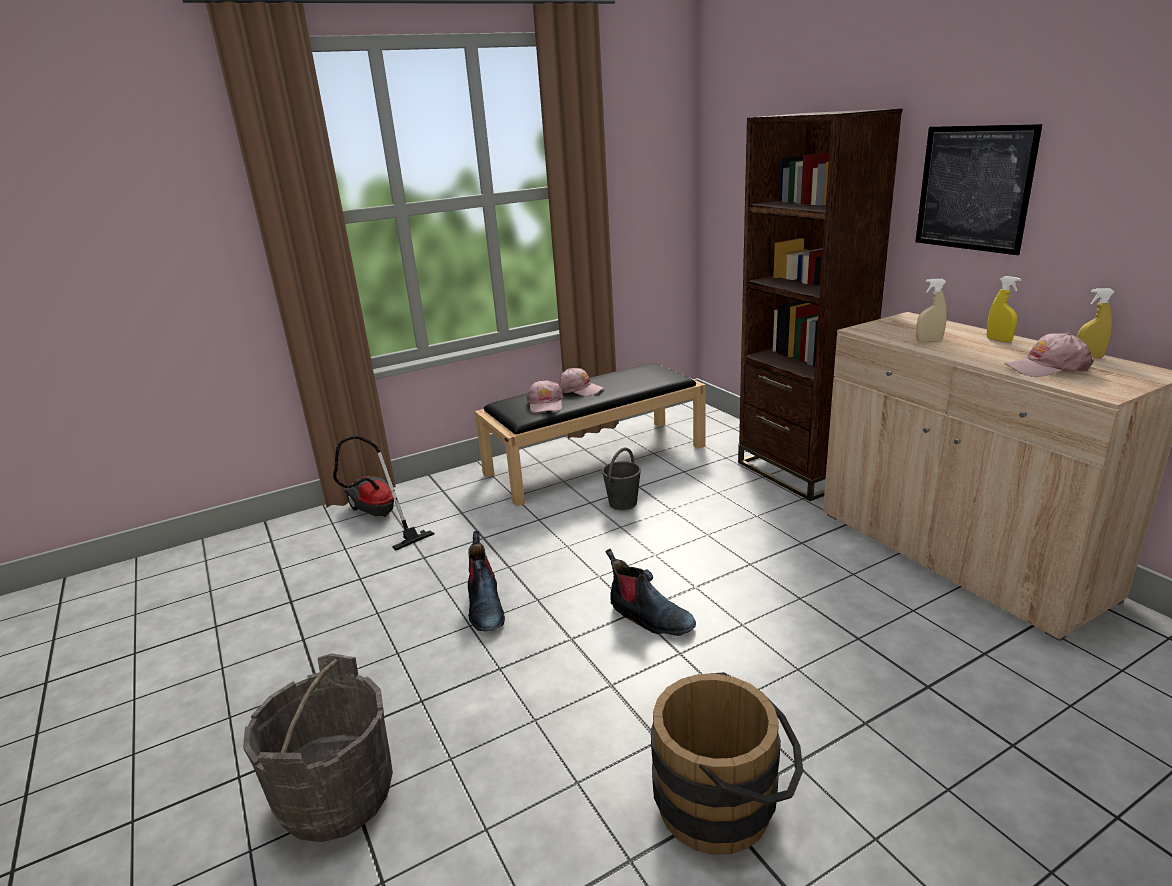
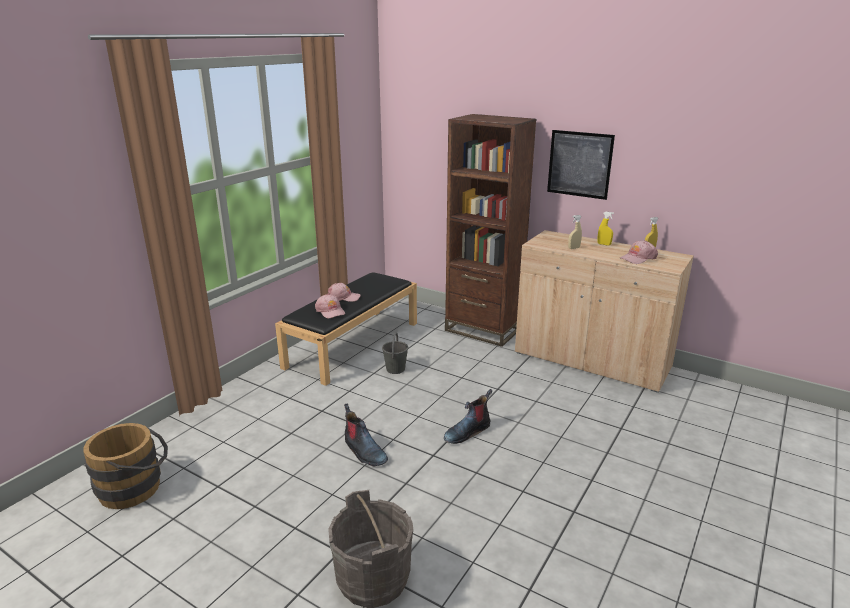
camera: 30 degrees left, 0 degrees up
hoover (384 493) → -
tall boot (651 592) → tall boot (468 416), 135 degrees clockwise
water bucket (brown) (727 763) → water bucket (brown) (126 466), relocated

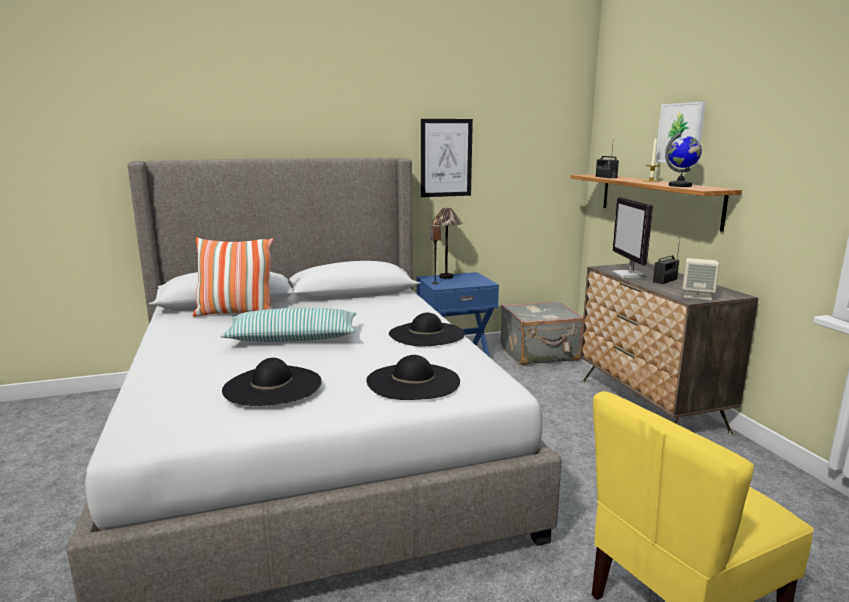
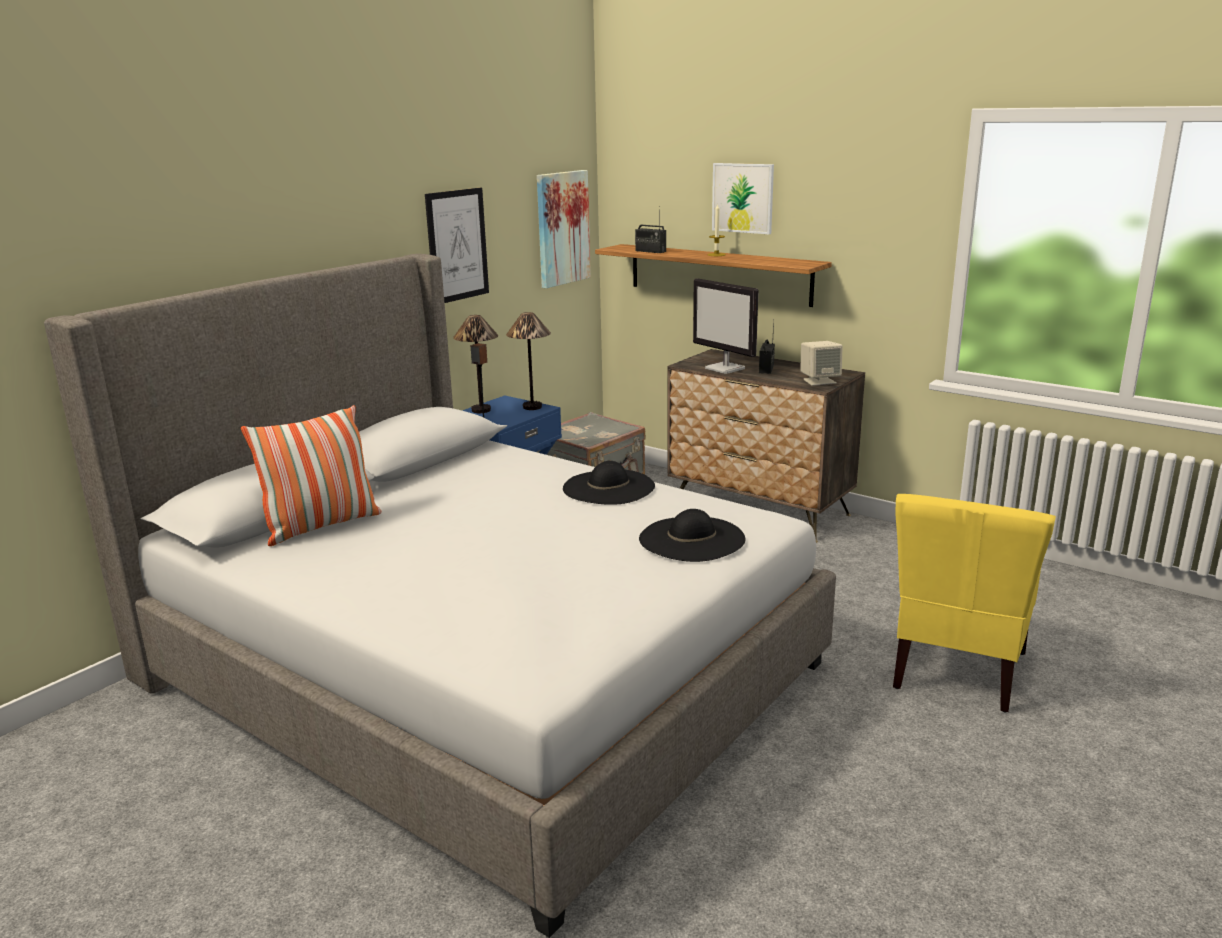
camera: 35 degrees left, 5 degrees up
globe (683 159) → -
cushion (288 325) → -
hat (blackish) (271 382) → -
- → wall picture (564 229)
- → tabletop lamp (528 361)

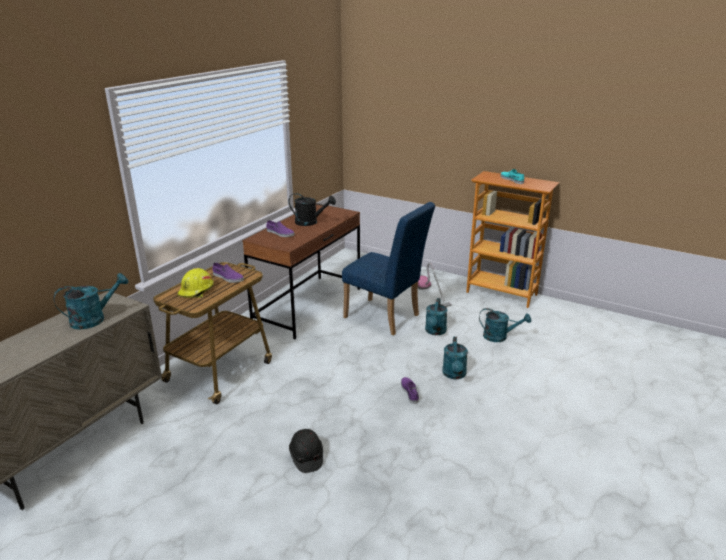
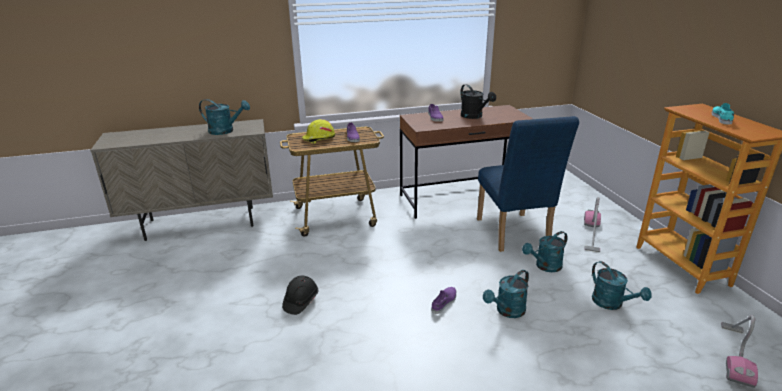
camera: 45 degrees right, 0 degrees up
- → hoover (739 351)

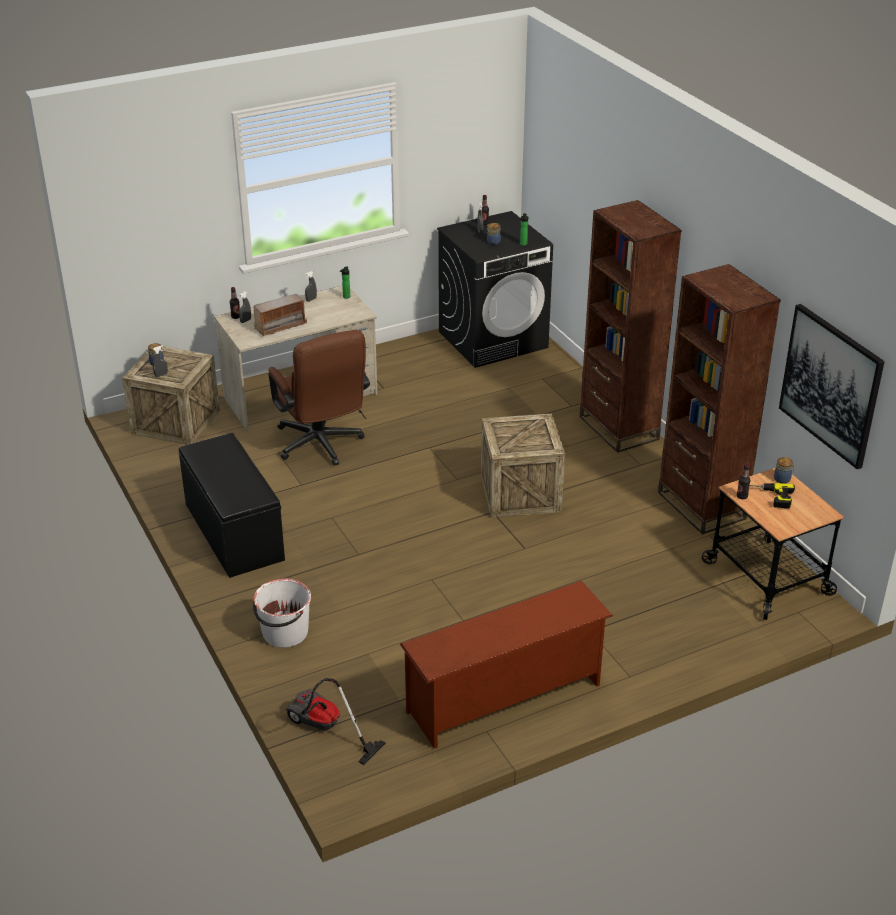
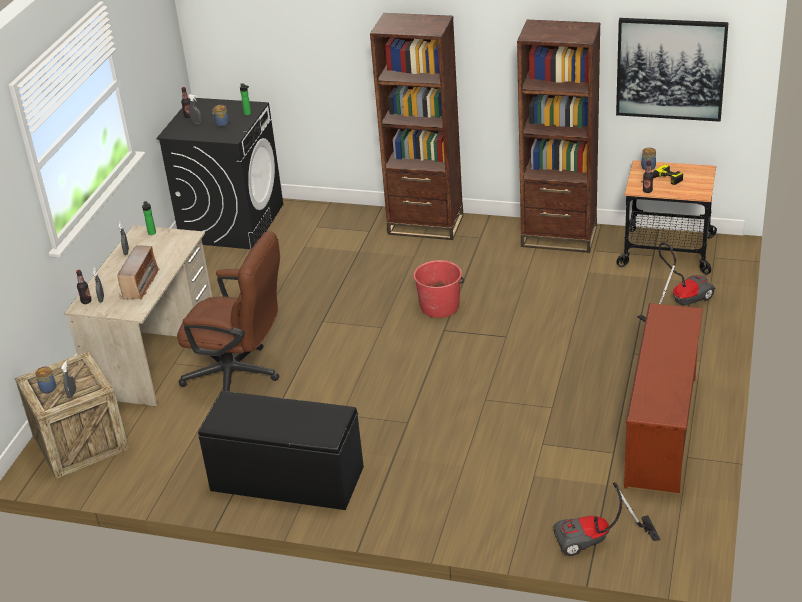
camera: 45 degrees left, 0 degrees up
packing crate (523 465) → water bucket (red-coloured) (438 289)
water bucket (white-coloured) (282 613) → -
- → hoover (676 282)

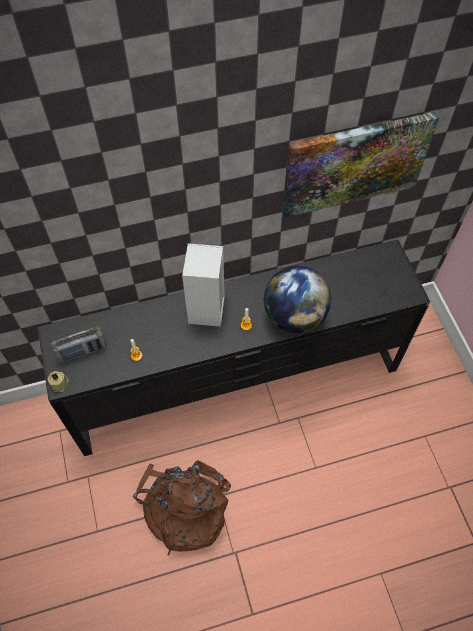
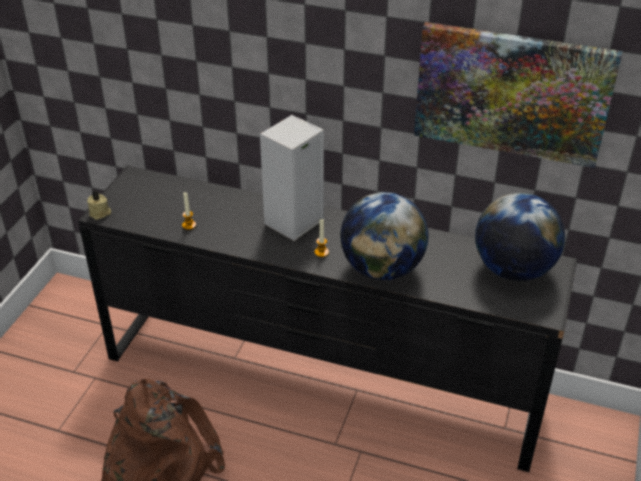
camera: 35 degrees right, 20 degrees down
radio receiver (79 344) → -
- → globe (520 237)

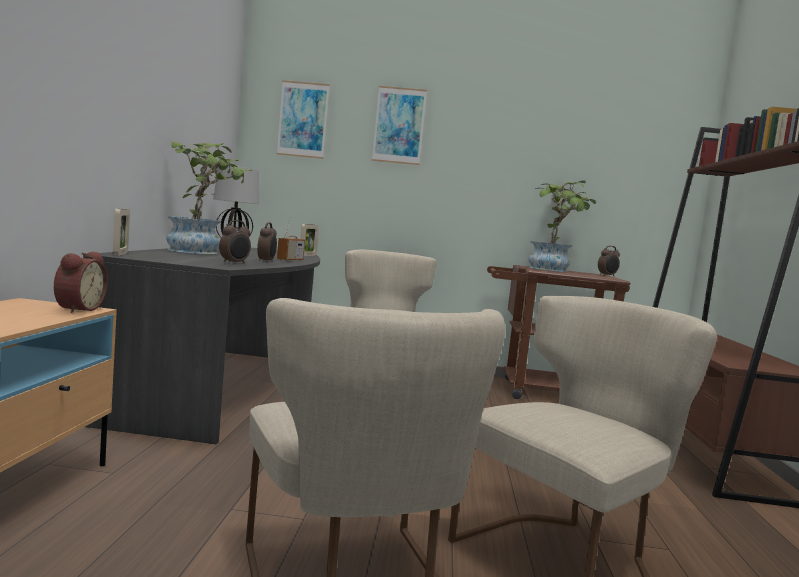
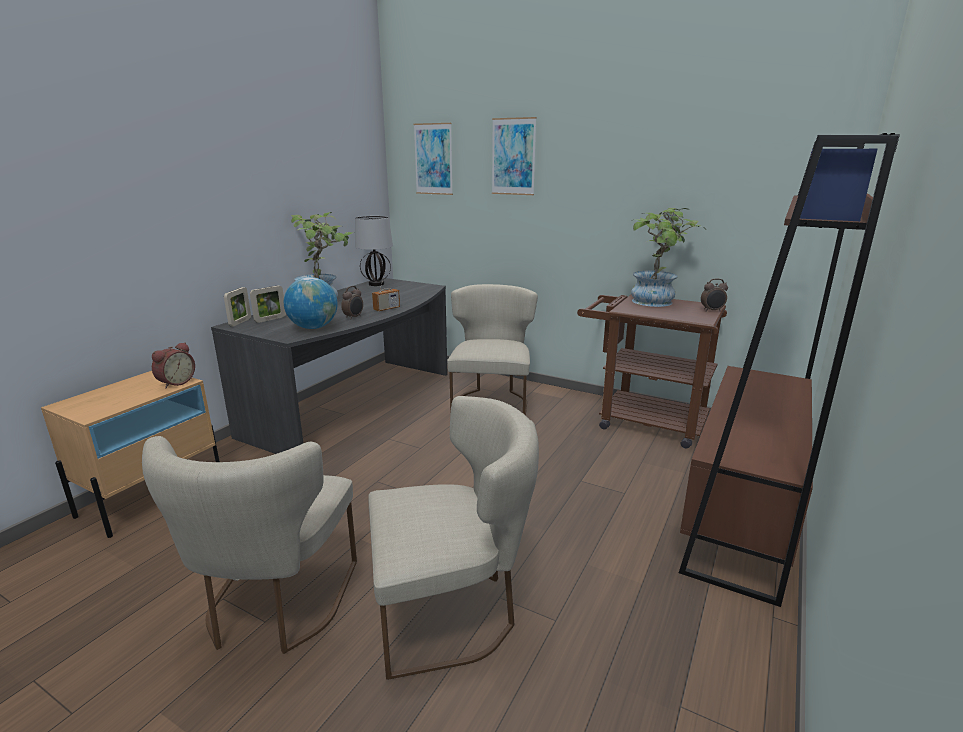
camera: 25 degrees right, 15 degrees up
bedside clock (235 242) → globe (311 303)
picture frame (309 240) → picture frame (268 304), relocated

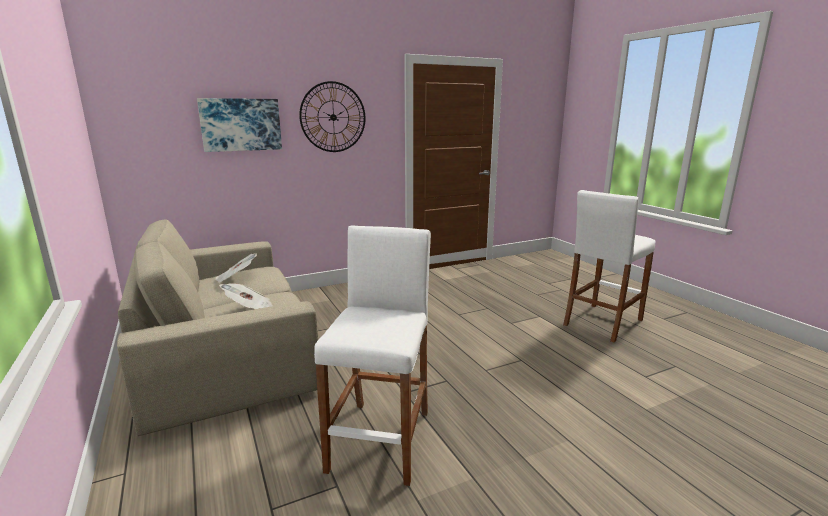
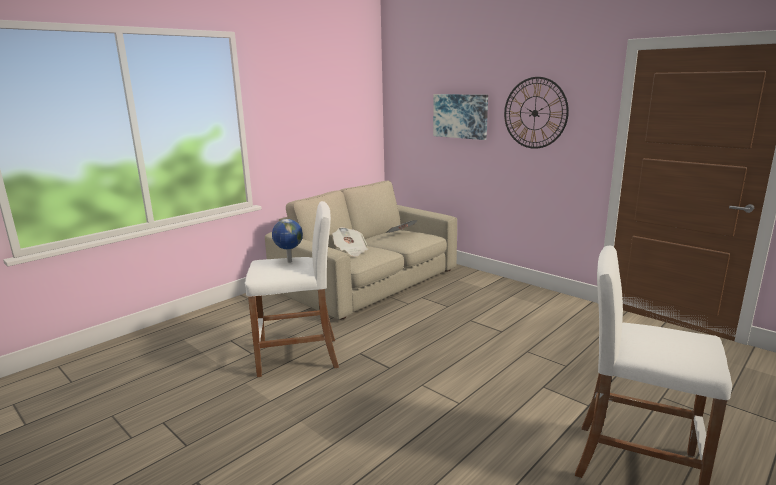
camera: 70 degrees right, 0 degrees up
- → globe (287 241)

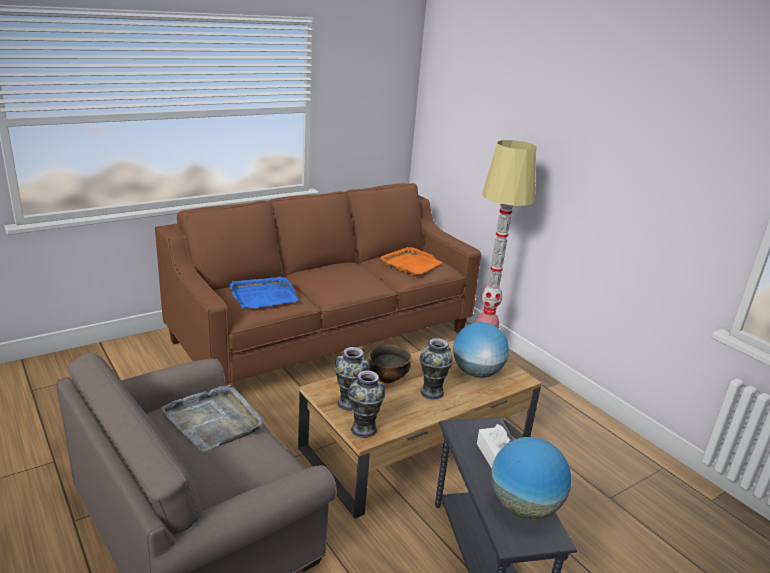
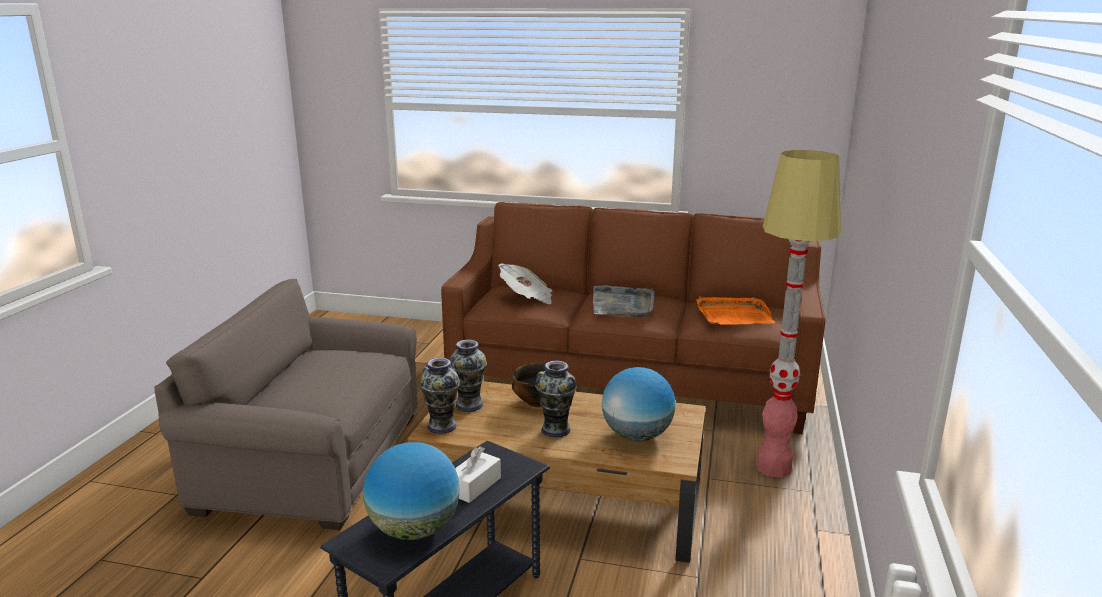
camera: 50 degrees right, 5 degrees down
serving tray (blue) (264 293) → daily paper (525 284)
serving tray (grey) (212 418) → serving tray (grey) (624 301), relocated

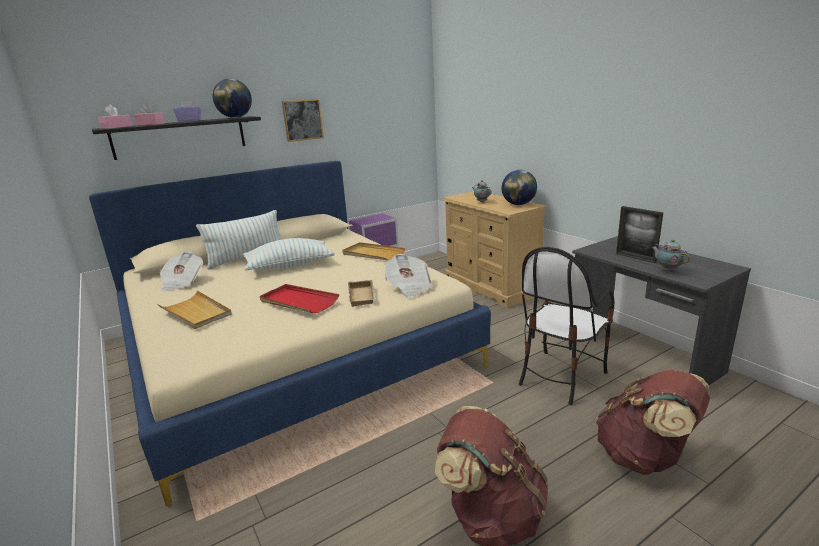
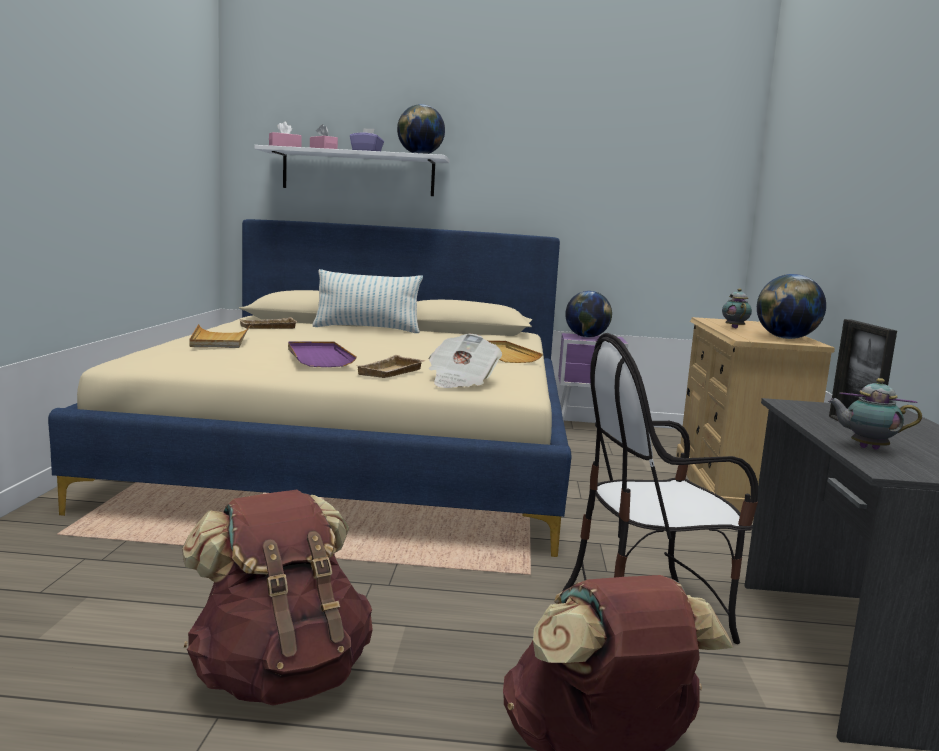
camera: 35 degrees right, 10 degrees down
wall picture (303 120) → -
shelf (blackish) (176 138) → shelf (white-coloured) (351 170)
cushion (289 254) → -
tea pot (670 255) → tea pot (875 414), 75 degrees counterclockwise
daily paper (181 272) → serving tray (beige) (268 323)
serving tray (red-coloured) (299 298) → serving tray (purple) (322 354)
- → globe (588 314)

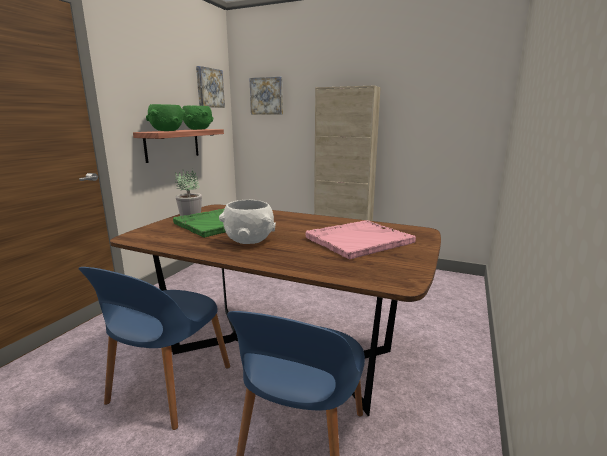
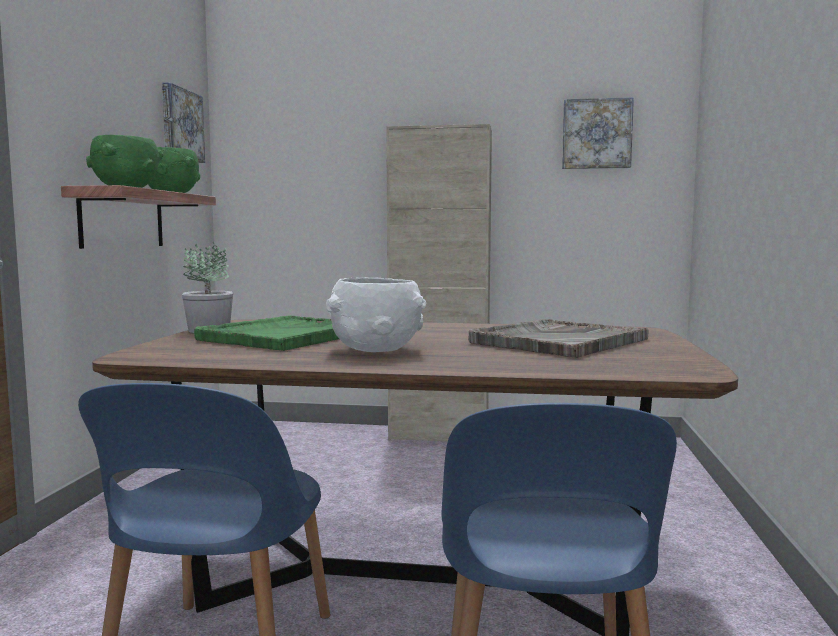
camera: 15 degrees left, 10 degrees down
wall picture (266 96) → wall picture (598 133), relocated
serving tray (pink) (361 240) → serving tray (grey) (558 338)

